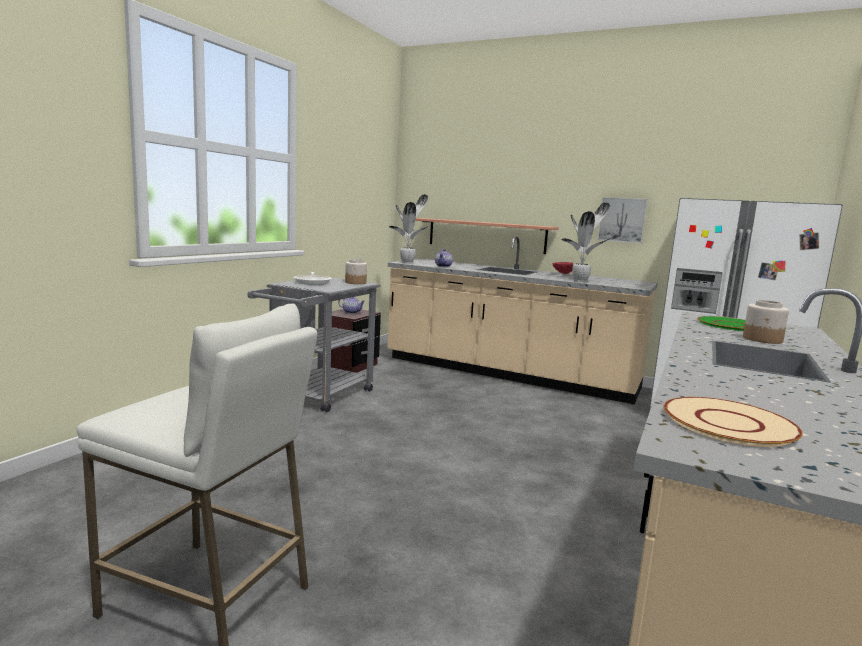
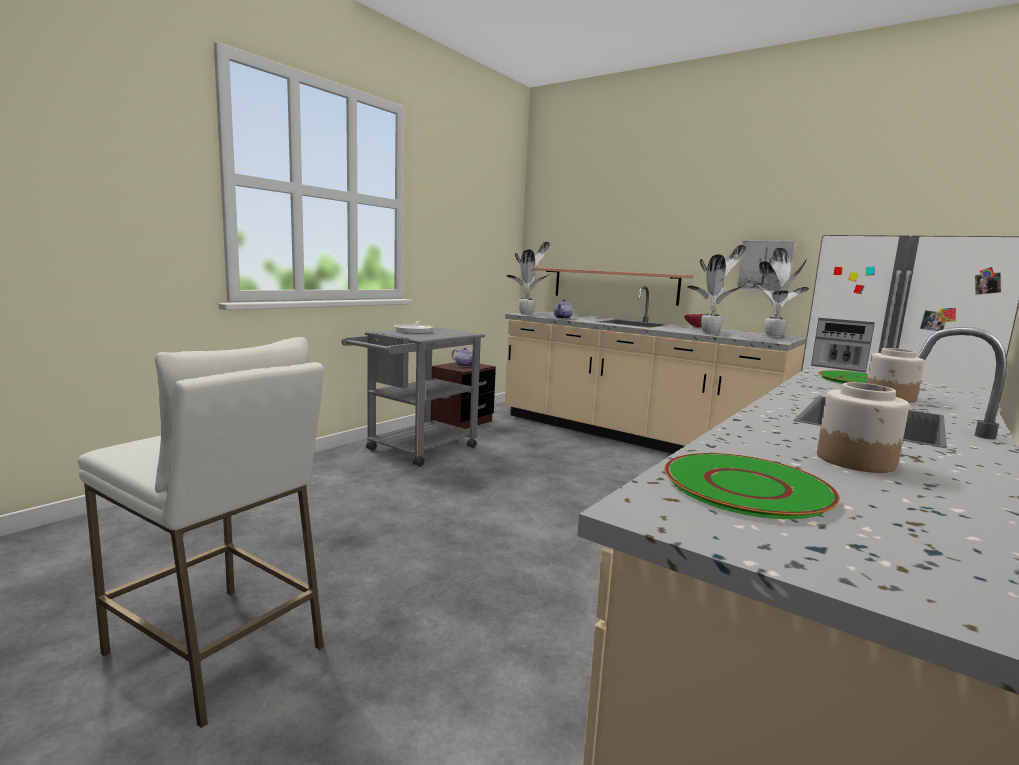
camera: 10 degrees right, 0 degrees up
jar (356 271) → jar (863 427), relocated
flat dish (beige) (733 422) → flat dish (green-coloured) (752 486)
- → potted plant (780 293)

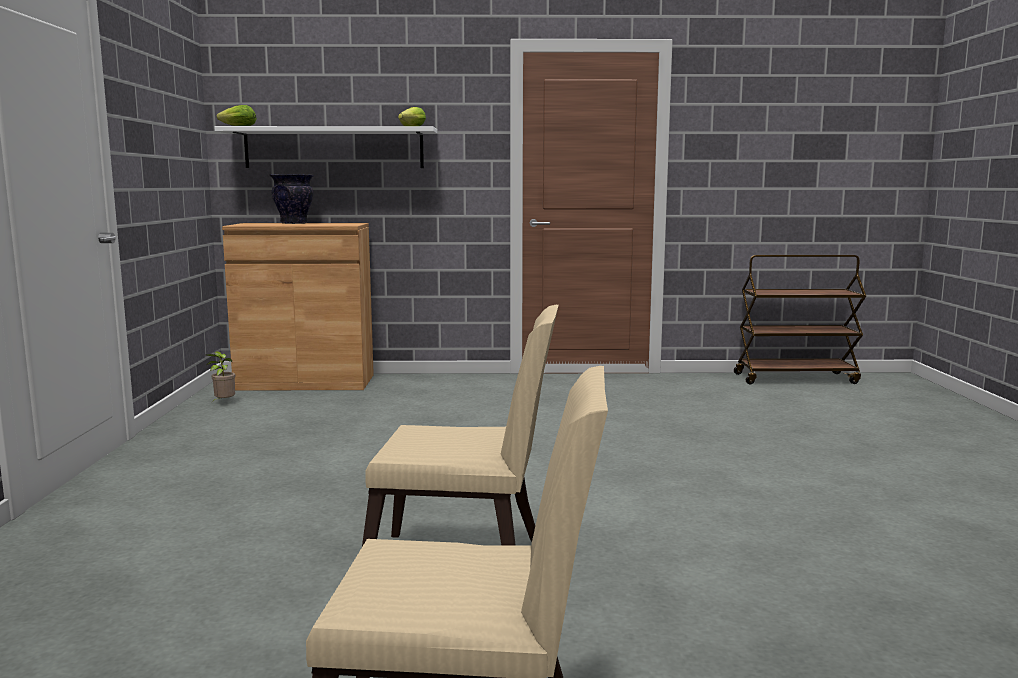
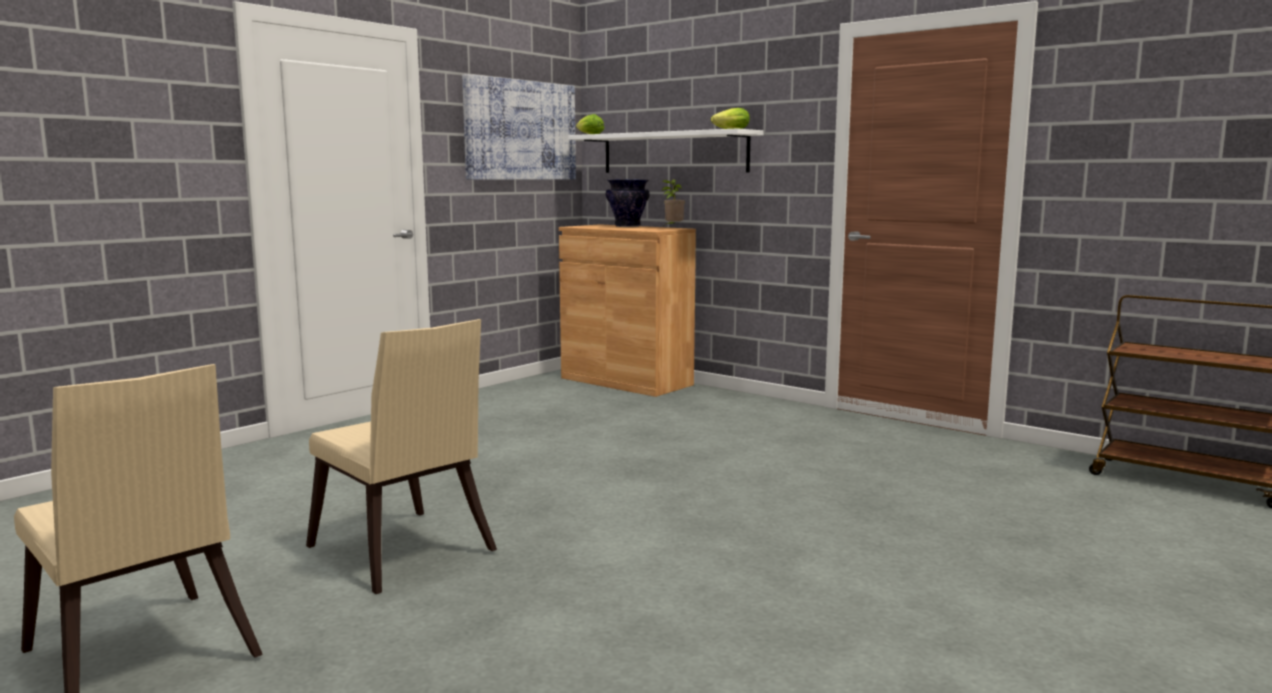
camera: 40 degrees right, 0 degrees up
potted plant (220 376) → potted plant (673 202), relocated
- → wall picture (519 127)

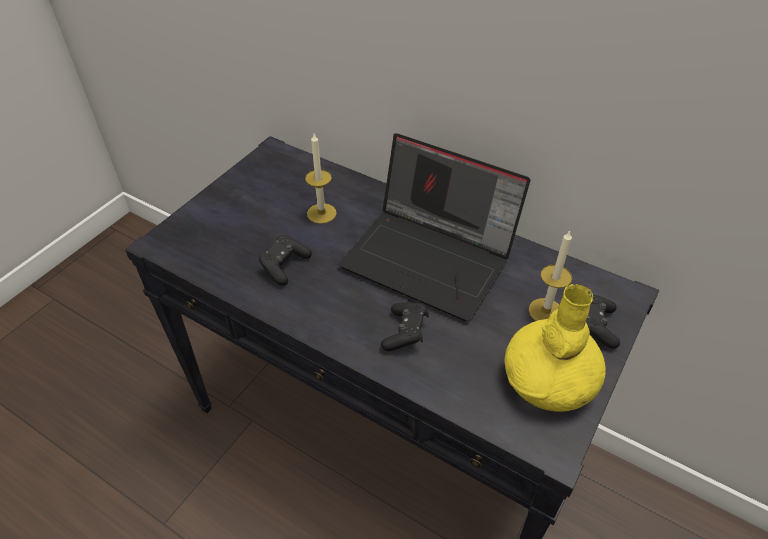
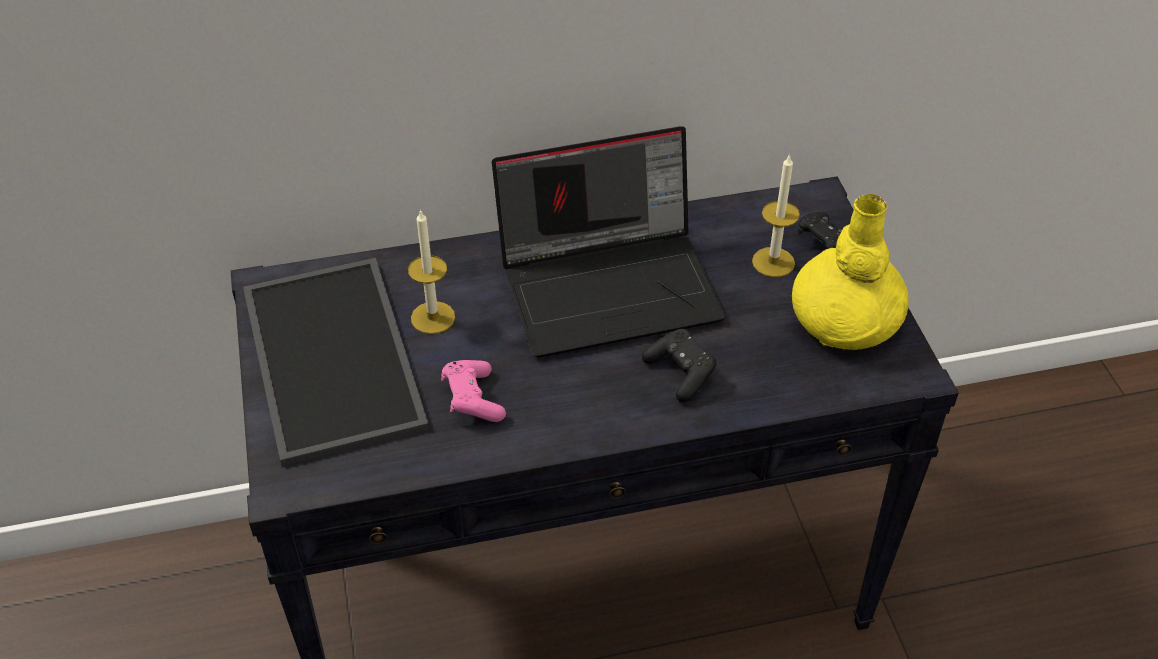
camera: 45 degrees left, 0 degrees up
gamepad (blackish) (285 260) → gamepad (pink) (473 391)
- → serving tray (336 362)

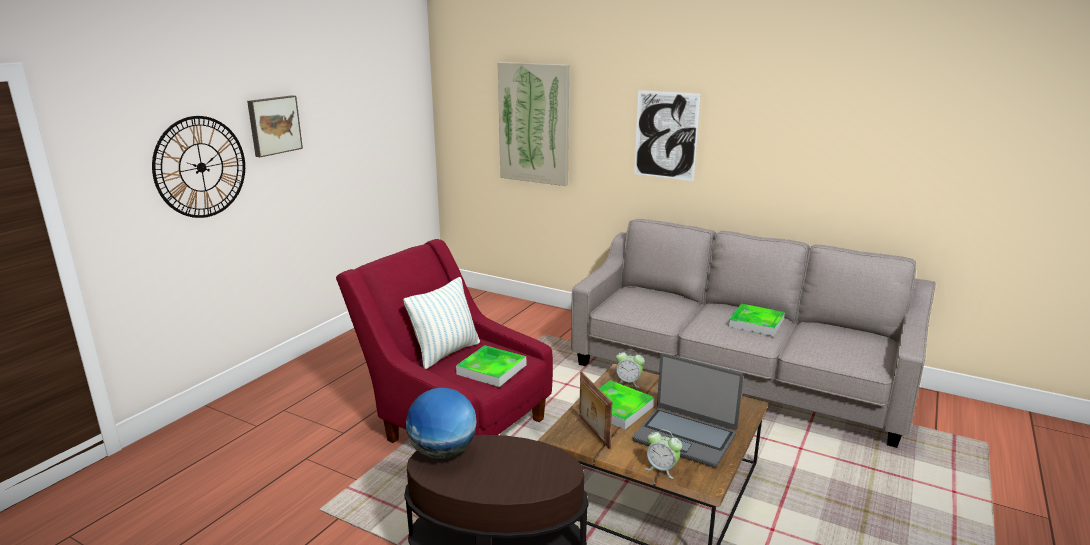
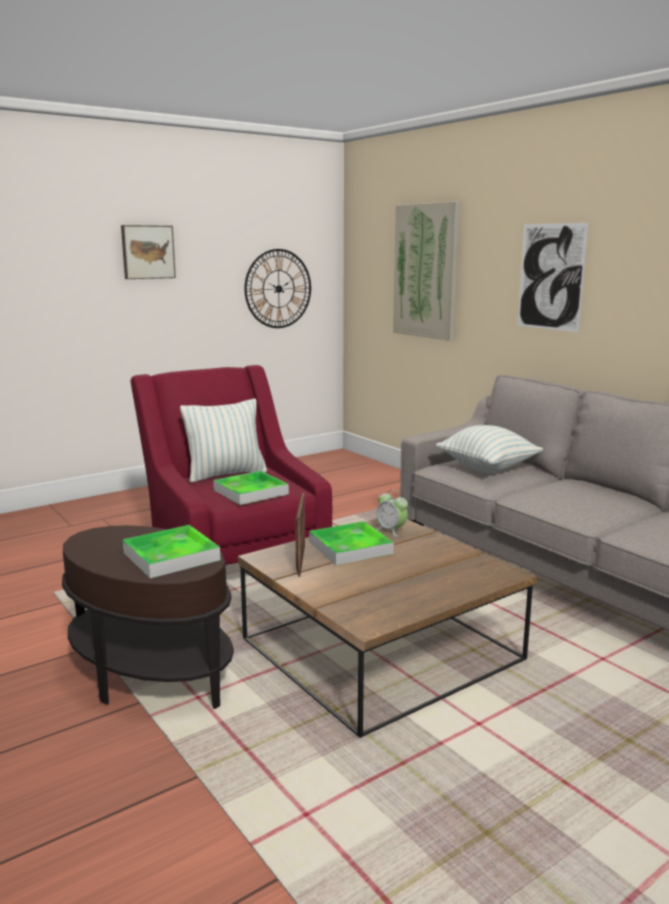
camera: 25 degrees right, 5 degrees down
hanging clock (198 167) → hanging clock (278 288), relocated
serving tray (757 319) → serving tray (171 551), relocated
laptop (687 410) → -
globe (441 423) → -
bedside clock (663 454) → -
- → cushion (489 449)

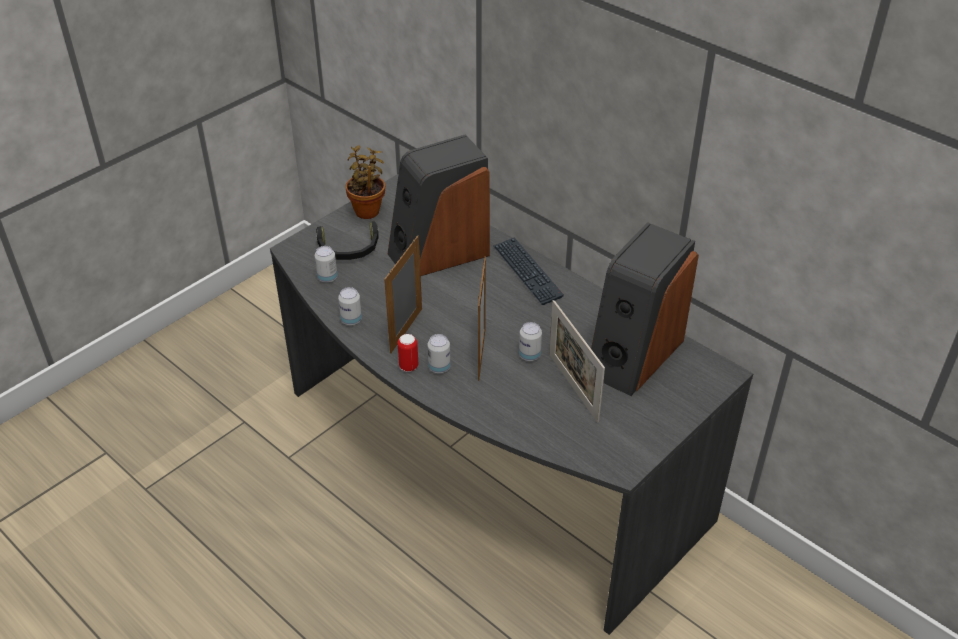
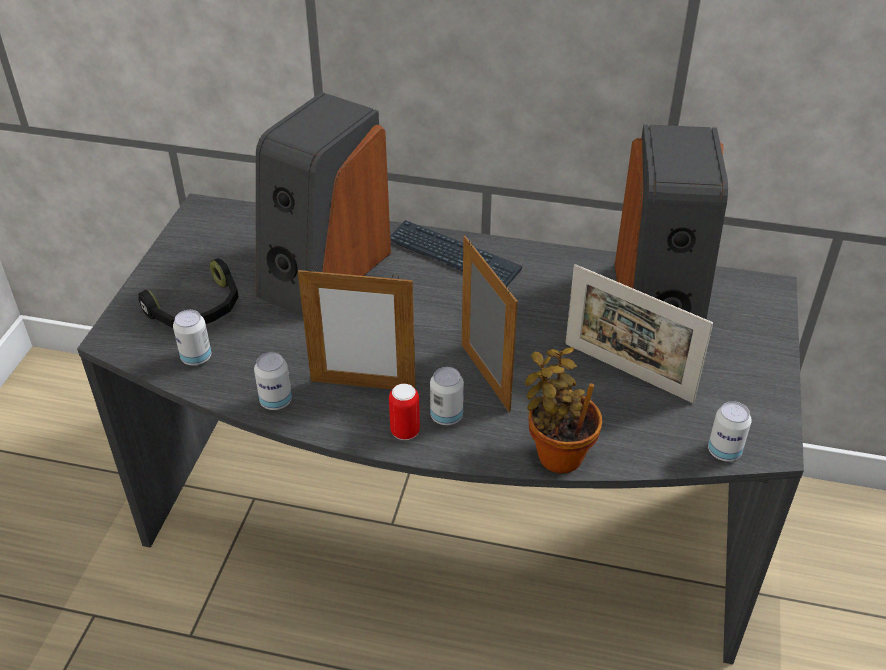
camera: 30 degrees left, 0 degrees up
potted plant (365 182) → potted plant (563 410), relocated
picture frame (403 294) → picture frame (357 328), 75 degrees counterclockwise
sealed can (530 341) → sealed can (730 431), relocated

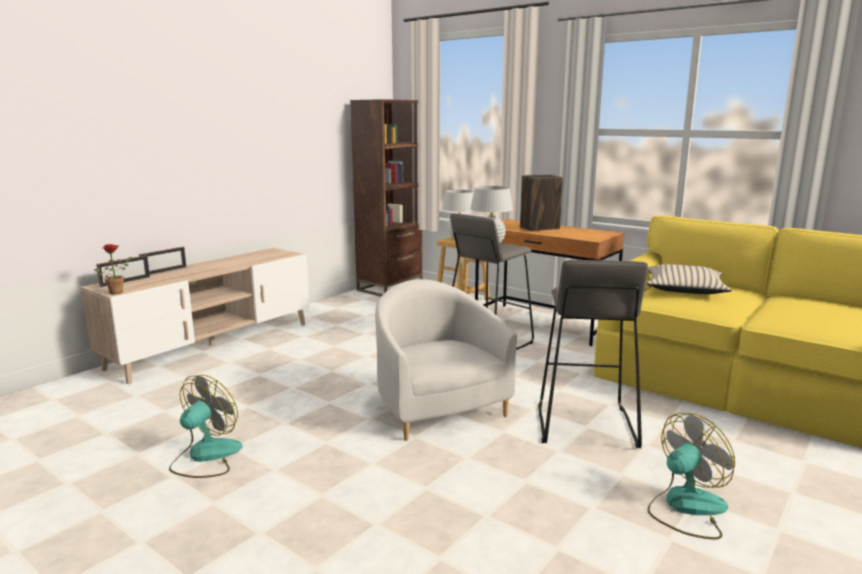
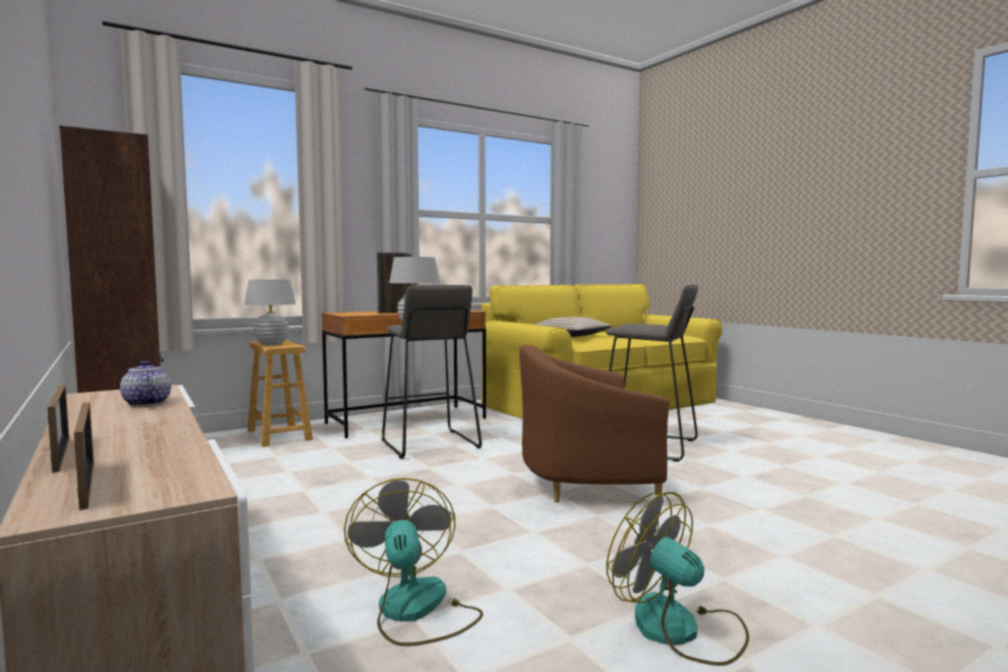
camera: 70 degrees left, 10 degrees down
potted plant (113 269) → -
armchair (white-coloured) (446 360) → armchair (brown) (594 424)
electric fan (691 476) → electric fan (413 562), relocated
- → tea pot (145 383)

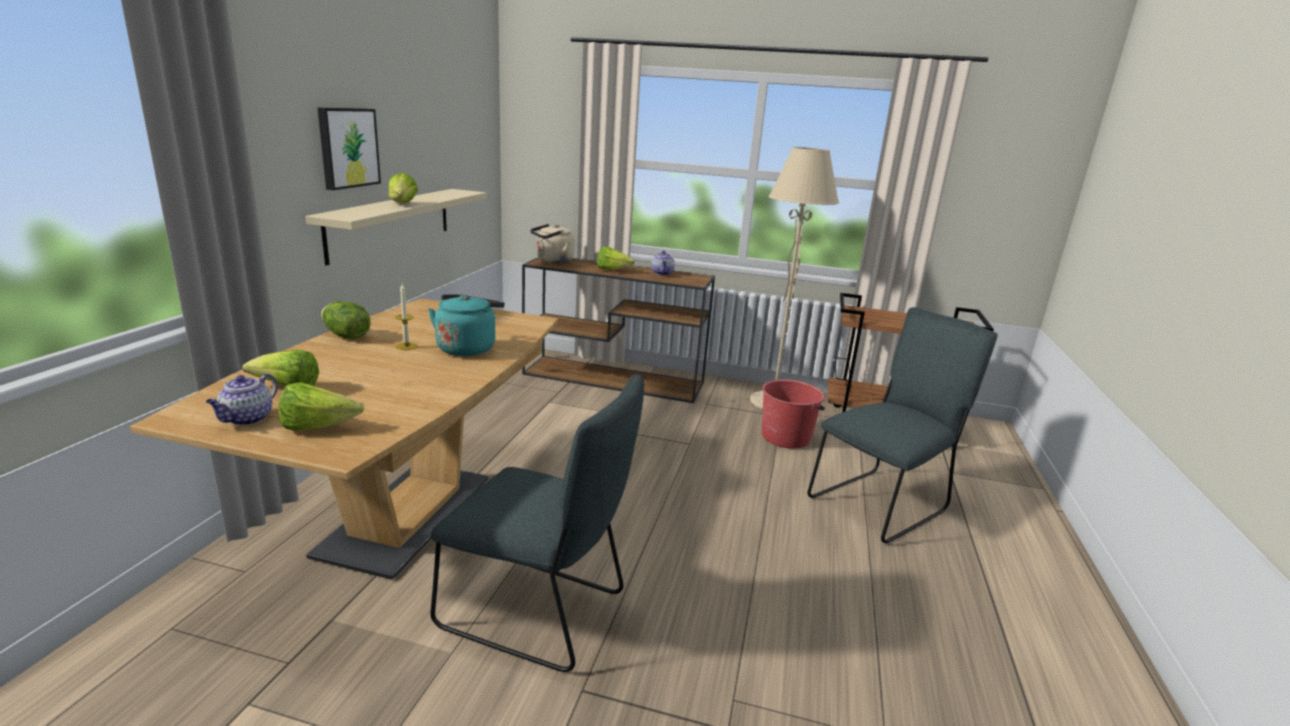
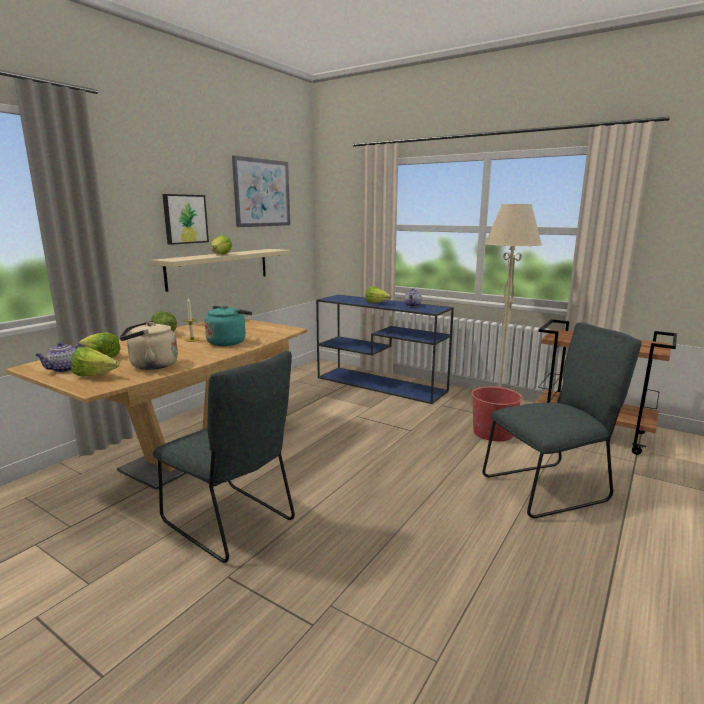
camera: 20 degrees right, 5 degrees down
tea kettle (beige) (552 243) → tea kettle (beige) (149 345), relocated
hall table (brown) (618 330) → hall table (blue) (385 349)
- → wall picture (261 191)

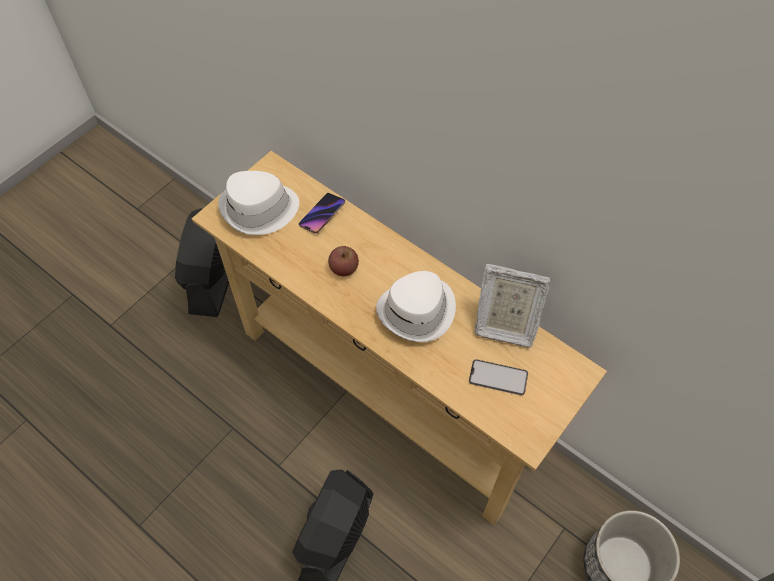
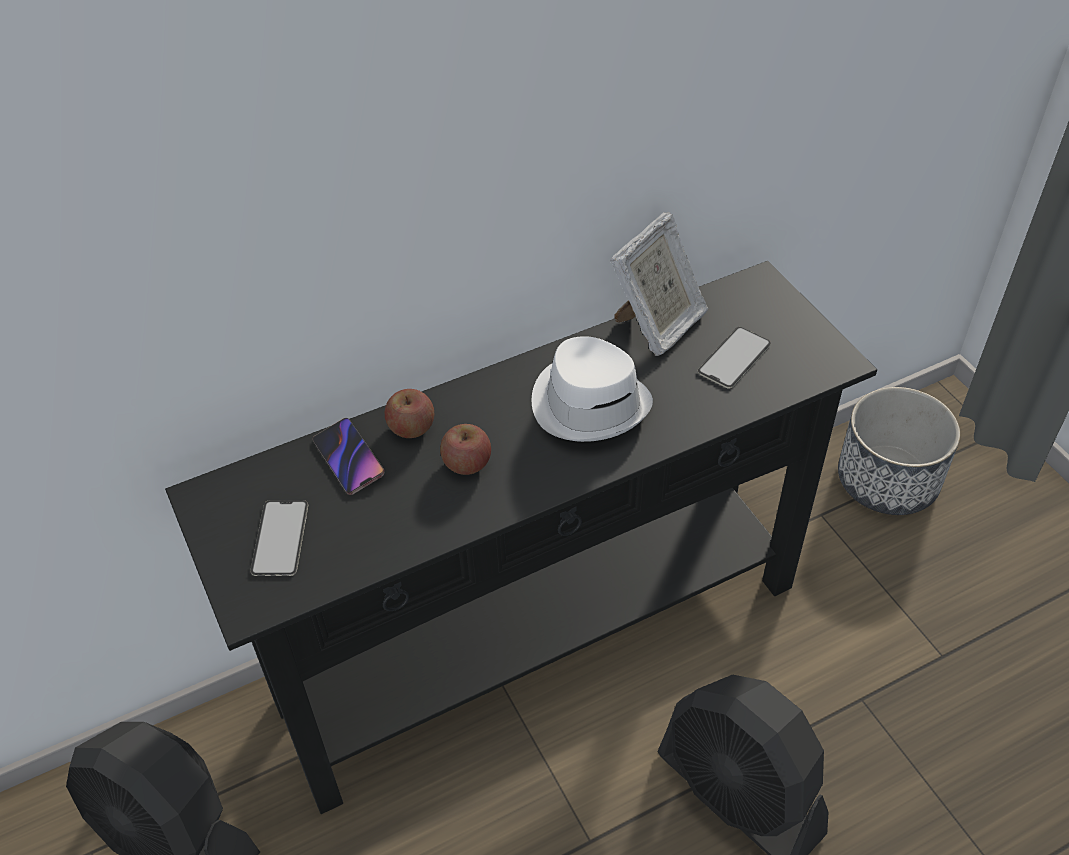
camera: 65 degrees left, 10 degrees down
hall table (beige) (399 338) → hall table (blackish) (521 537)
hat (white-coloured) (258 203) → telephone (279 538)
- → apple fruit (409 413)

